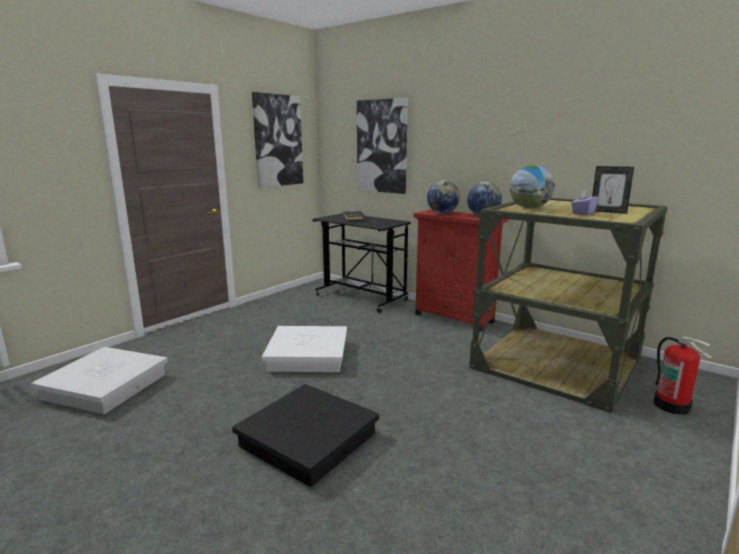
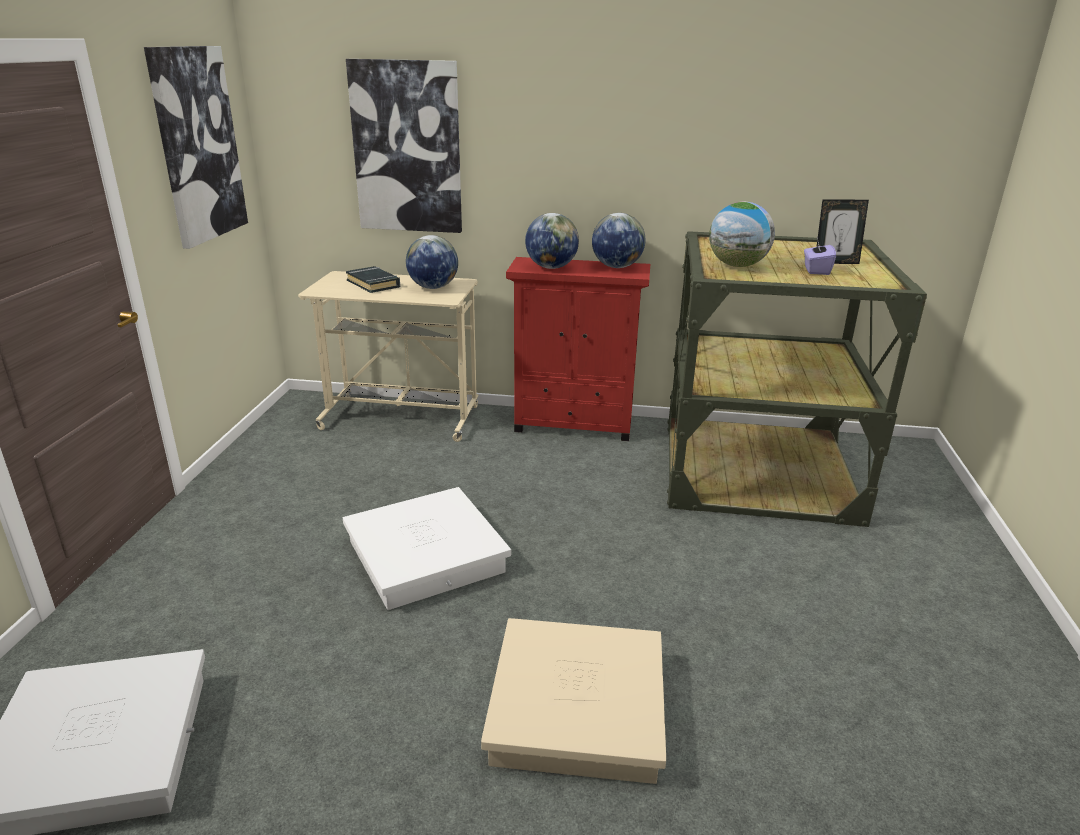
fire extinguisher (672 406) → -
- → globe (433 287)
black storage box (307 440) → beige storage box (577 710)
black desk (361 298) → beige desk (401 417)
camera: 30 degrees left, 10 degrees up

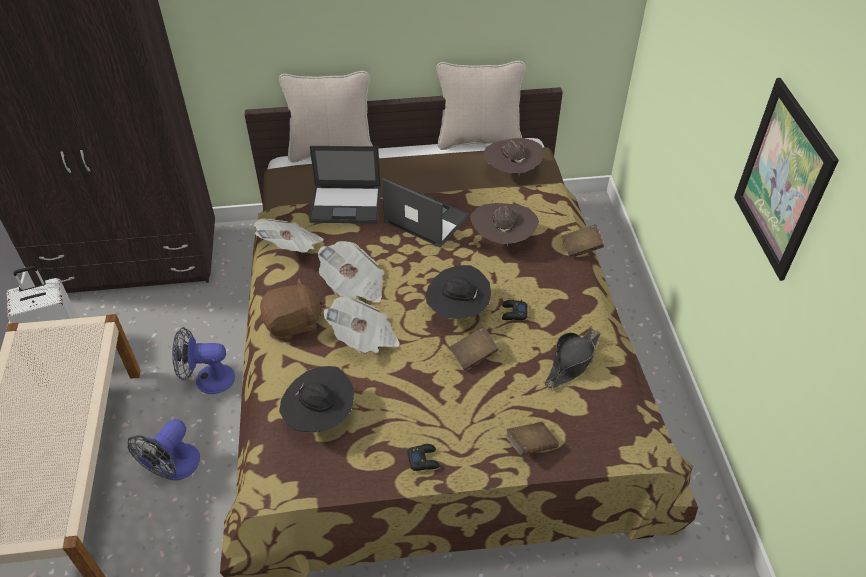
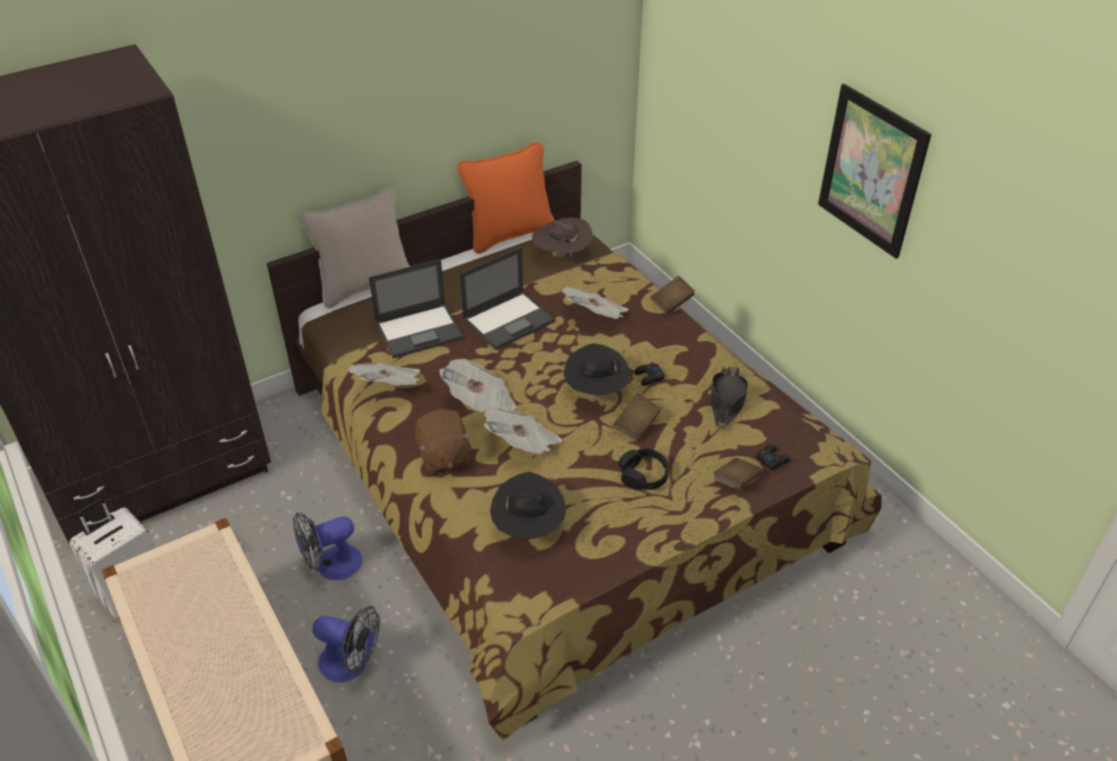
- → black headphones (643 475)
black game controller (423 459) → black game controller (772 459), shifted
brown hat (502 239) → newspaper (596 316)
beige pillow (478 140) → orange pillow (509 235)
fan (174 468) → fan (351 664), 75 degrees counterclockwise
brown plush toy (294 324) → brown plush toy (443 456), 120 degrees clockwise
laptop (425 218) → laptop (509 320), 135 degrees clockwise
camera: 25 degrees left, 5 degrees down

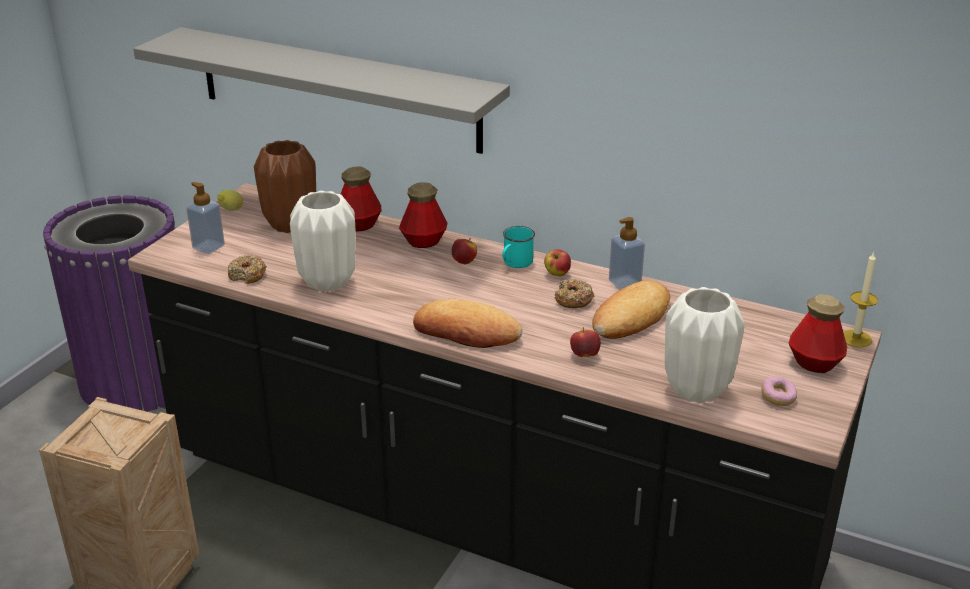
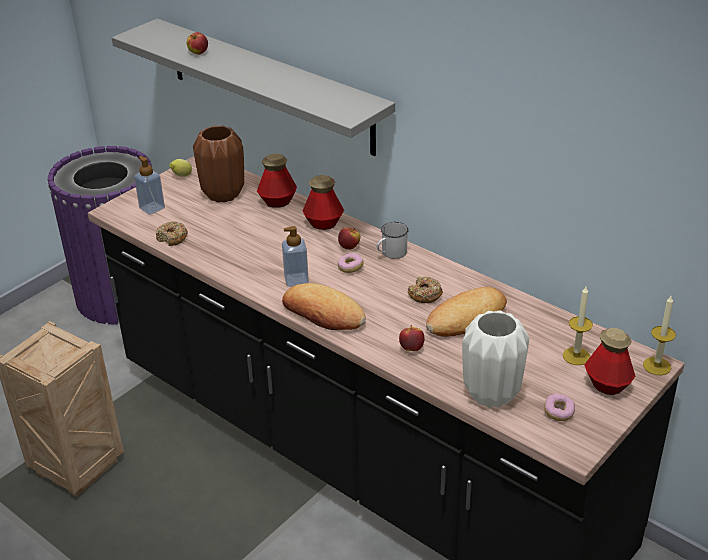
white vase (327 281) → -
- → donut (350 268)
- → candle (576 356)
apple (557 274) → apple (198 53), shifted
soap dispenser (624 283) → soap dispenser (296 280), shifted
turquoise mug (515 263) → white mug (391 253)
camera: 15 degrees right, 5 degrees up

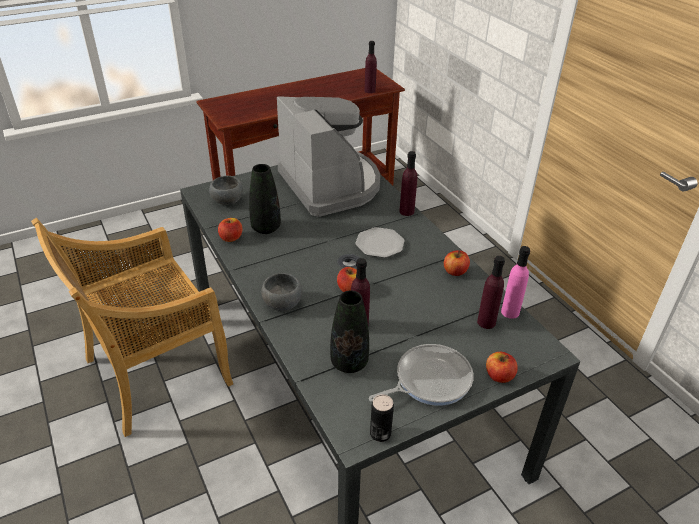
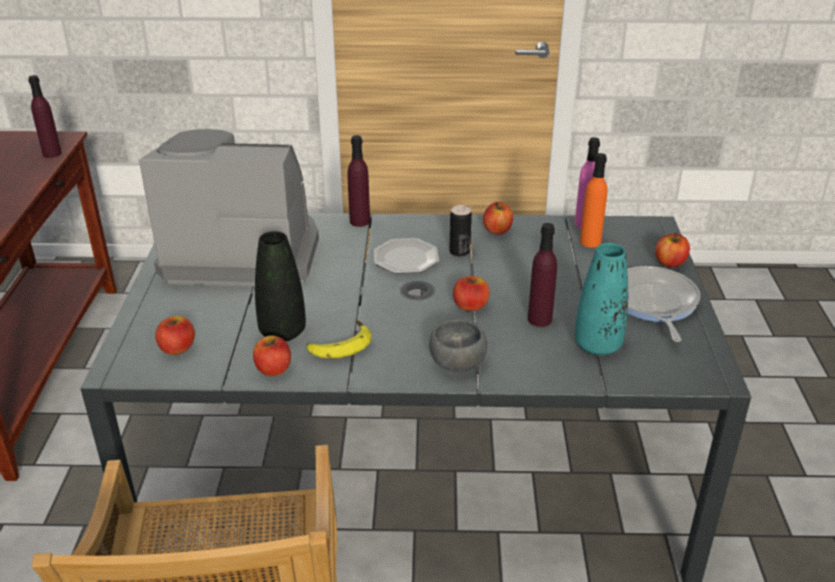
- → banana (339 345)
can (380 433) → can (459 252), shifted
grey bowl (228 201) → apple (177 348)
black vase (349 363) → turquoise vase (597 345)
purple bottle (486 322) → orange bottle (590 242)
camera: 60 degrees left, 5 degrees down

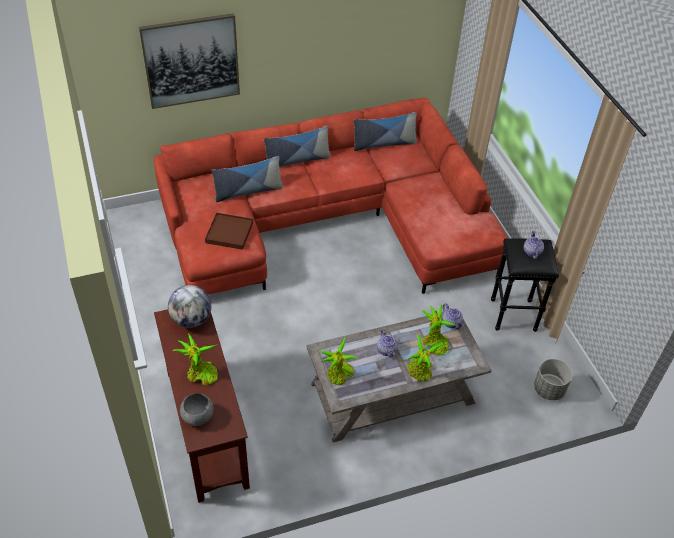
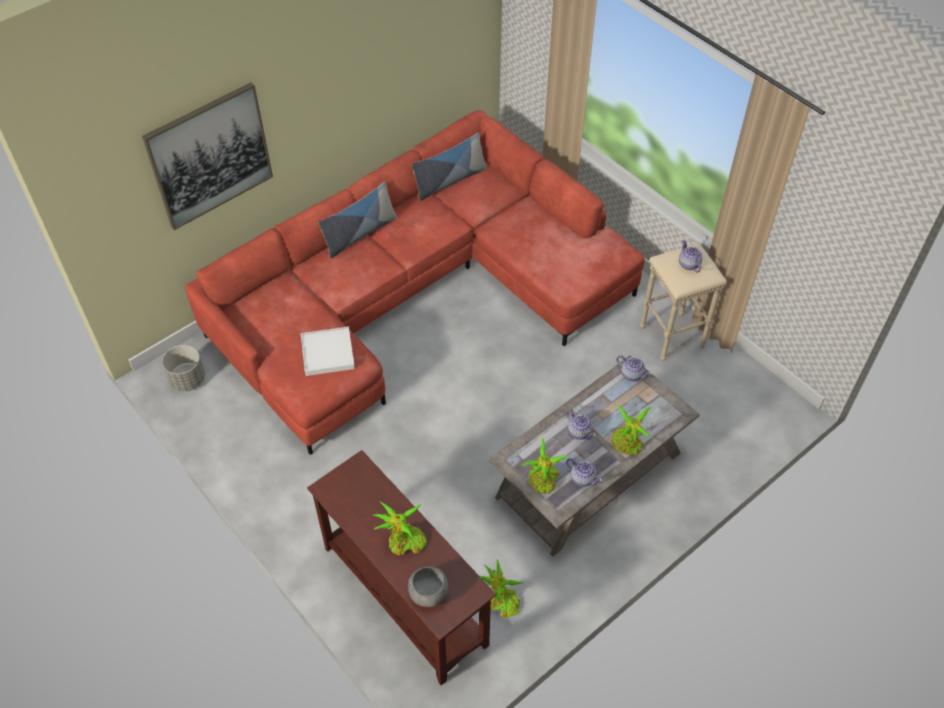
globe (191 320) → -
pillow (248 191) → -
- → teapot (583 478)
potted plant (434 343) → potted plant (500 602), shifted
grey planter (549 389) → grey planter (188 380), shifted
brown tray (229 232) → white tray (328 353)
black stool (512 314) → beige stool (670 336)
camera: 20 degrees left, 5 degrees up

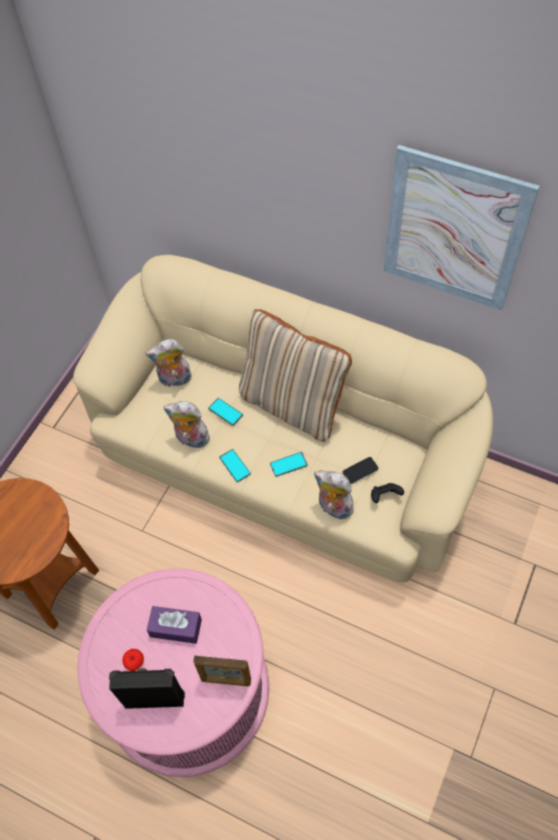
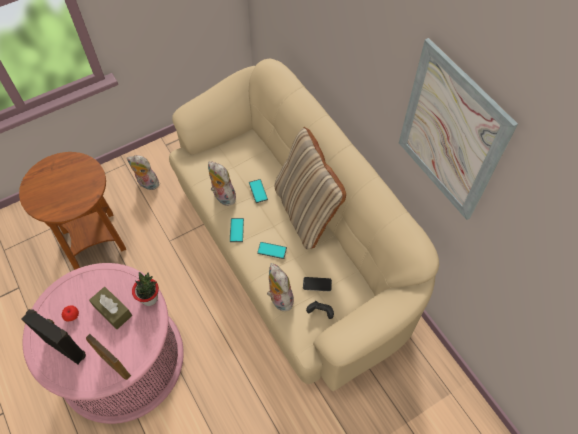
- → potted plant (150 298)
plush toy (174 380) → plush toy (146 184), shifted
purple tissue box (176 628) → brown tissue box (112 311)
camera: 30 degrees right, 0 degrees up

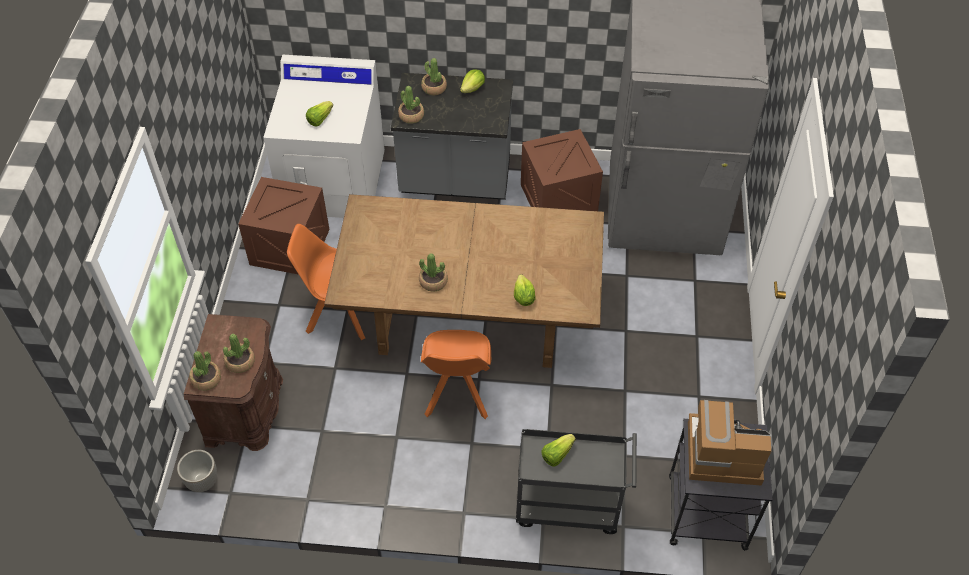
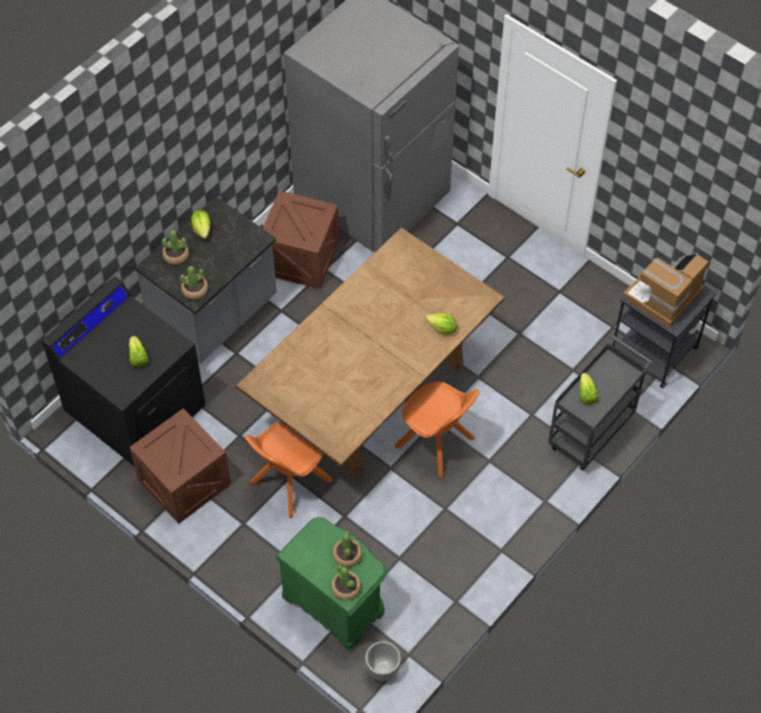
potted plant (433 281) → -
brown nightstand (247 409) → green nightstand (335 601)
white washing machine (334 181) → black washing machine (135 407)
camera: 55 degrees left, 5 degrees up

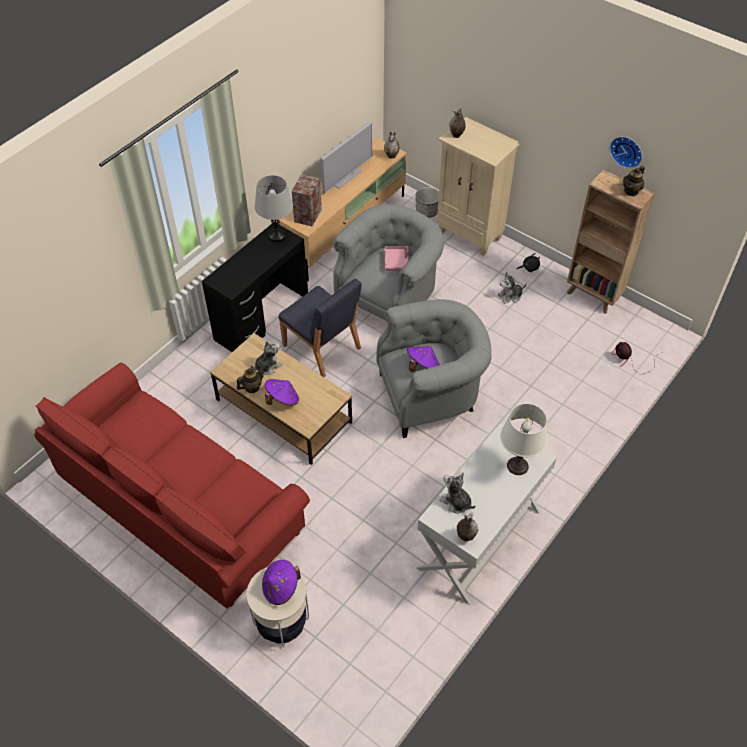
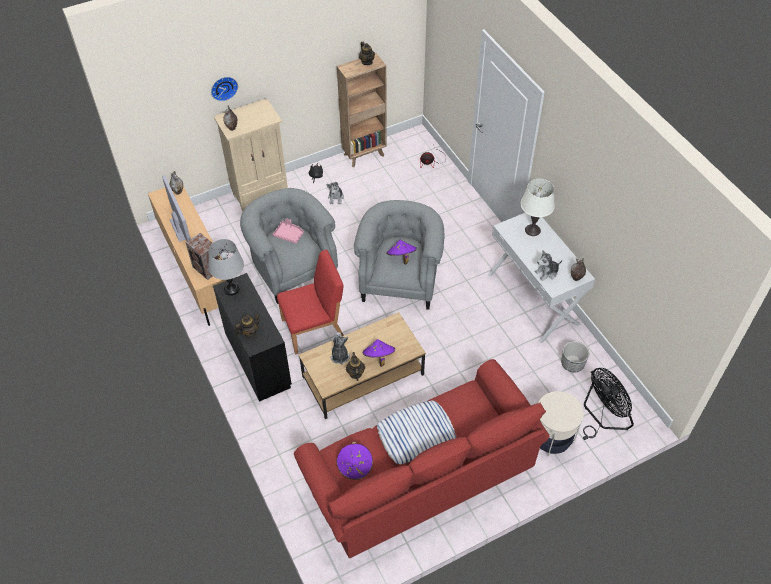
- → teapot (249 332)
- → pillow (416 435)
- → black fan (600 415)
purple hat (281 588) → purple hat (355 466), shifted
planter (427 211) → planter (572 363), shifted
wall clock (627 151) → wall clock (223 87), shifted
blue chair (322 347) → red chair (314 328)
camera: 65 degrees left, 0 degrees up

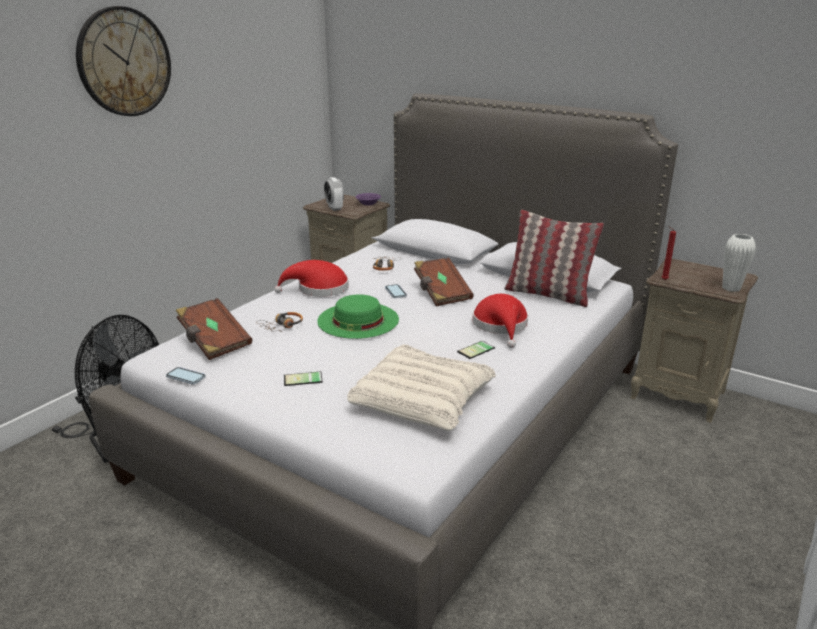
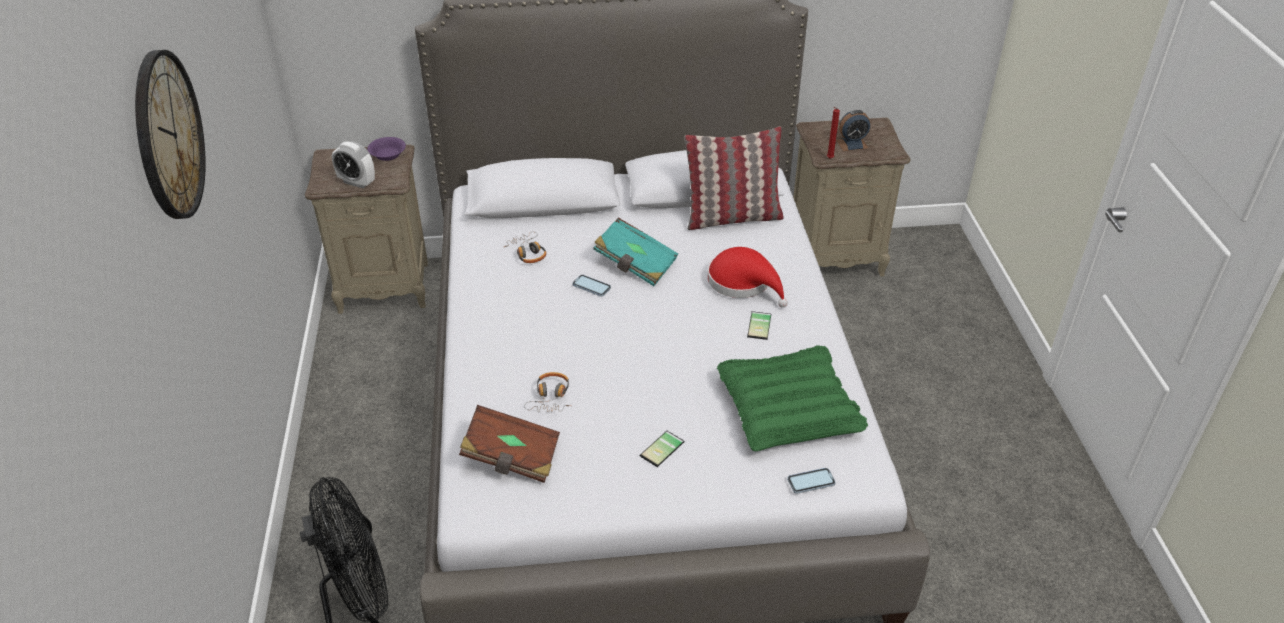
red hat (319 289) → -
green hat (358 320) → -
white vase (731 288) → -
- → alarm clock (852 144)
phone (185 377) → phone (811 482), shifted
beige pillow (423 400) → green pillow (788 409)
brown book (441 293) → turquoise book (635 265)
camera: 40 degrees left, 15 degrees up

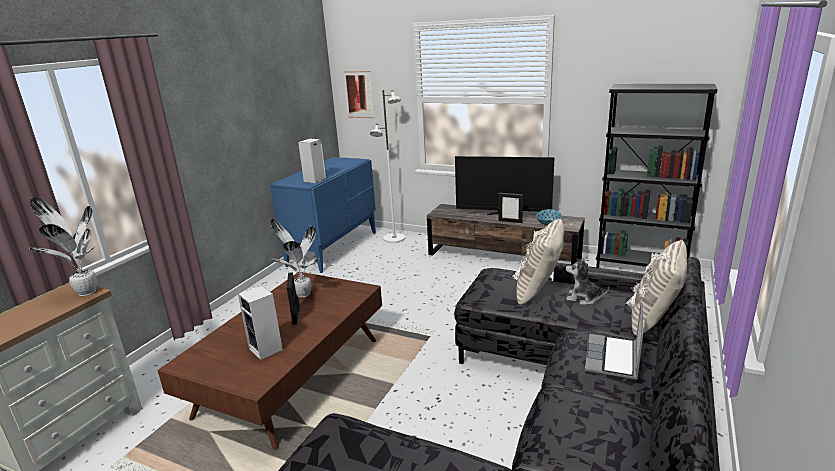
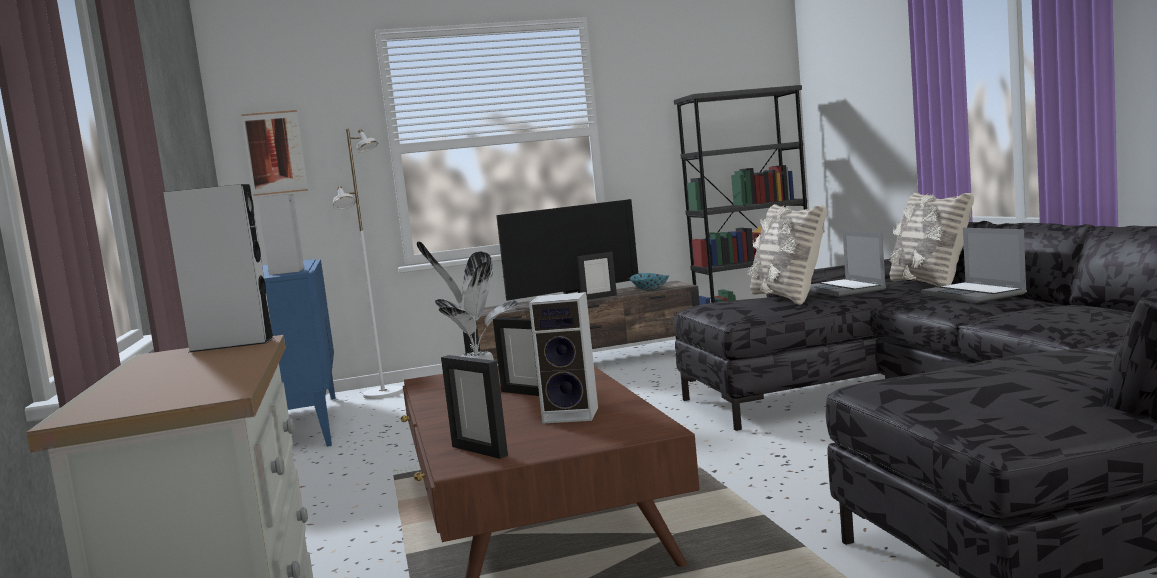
- → picture frame (480 450)
potted plant (86 292) → grey speaker (232 345)
plush toy (583 298) → laptop (845 290)
camera: 40 degrees left, 15 degrees down

